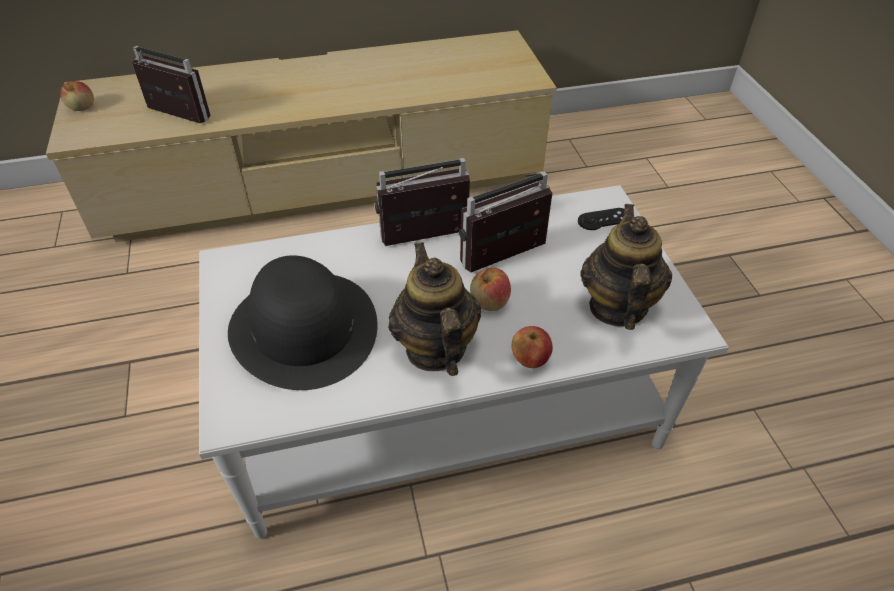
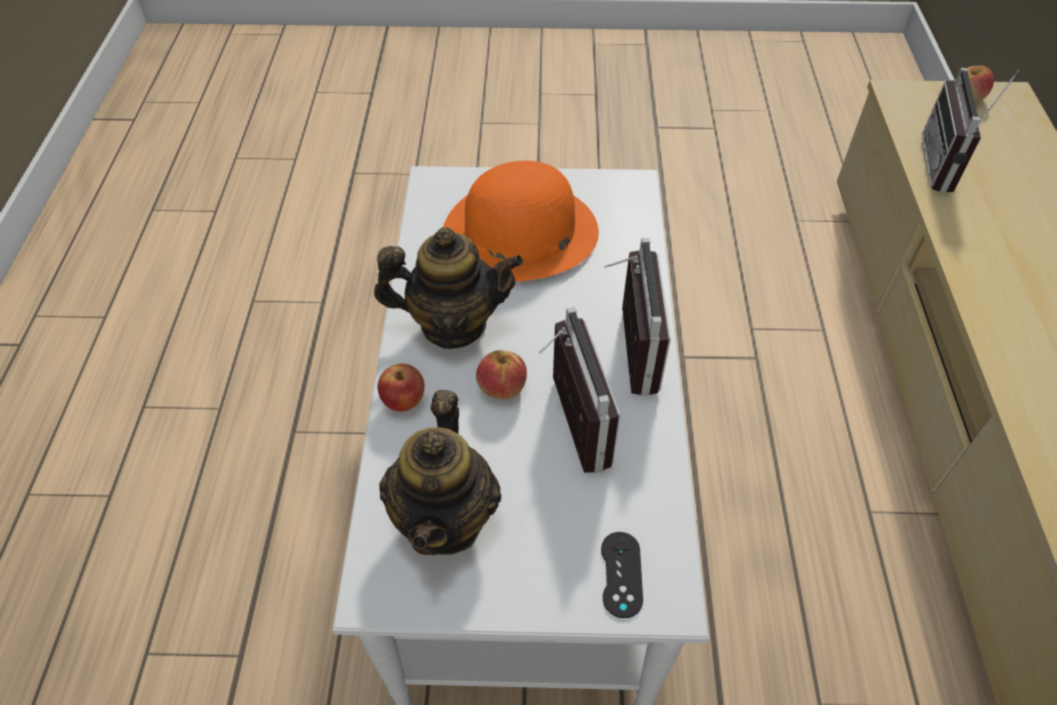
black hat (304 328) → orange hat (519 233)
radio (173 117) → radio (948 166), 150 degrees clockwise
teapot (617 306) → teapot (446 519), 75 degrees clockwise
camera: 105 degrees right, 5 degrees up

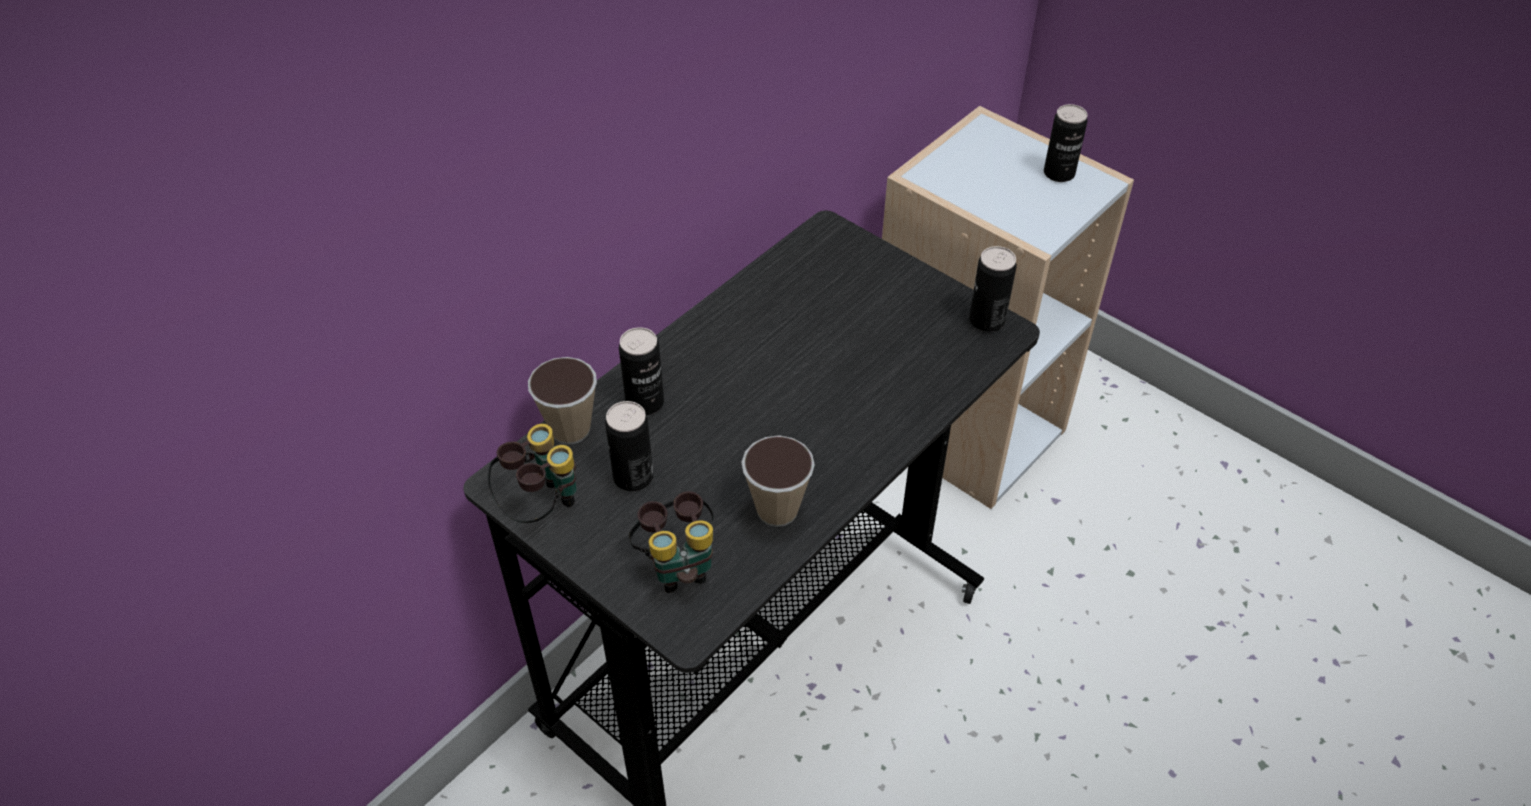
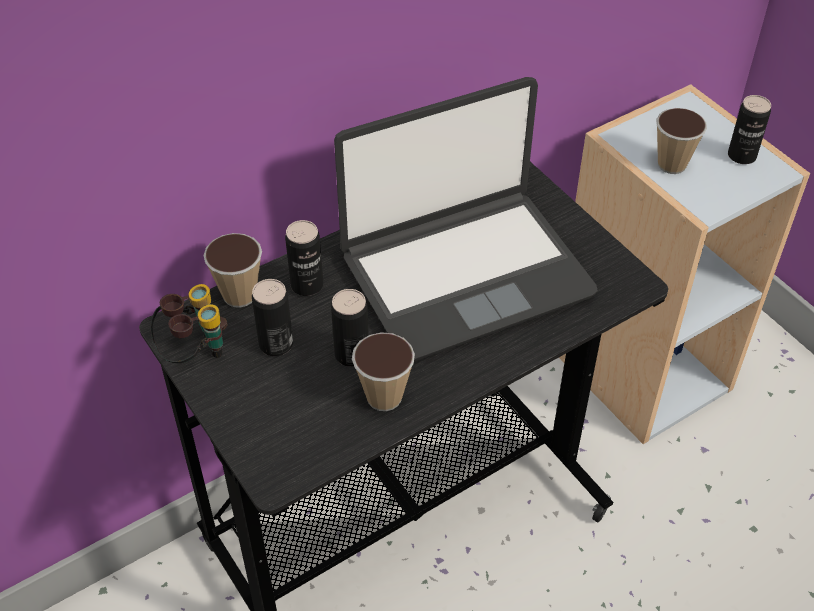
binoculars (678 565) → -
- → laptop (465 274)
- → cup (672 164)
can (987 320) → can (351 354), shifted
camera: 15 degrees right, 0 degrees up

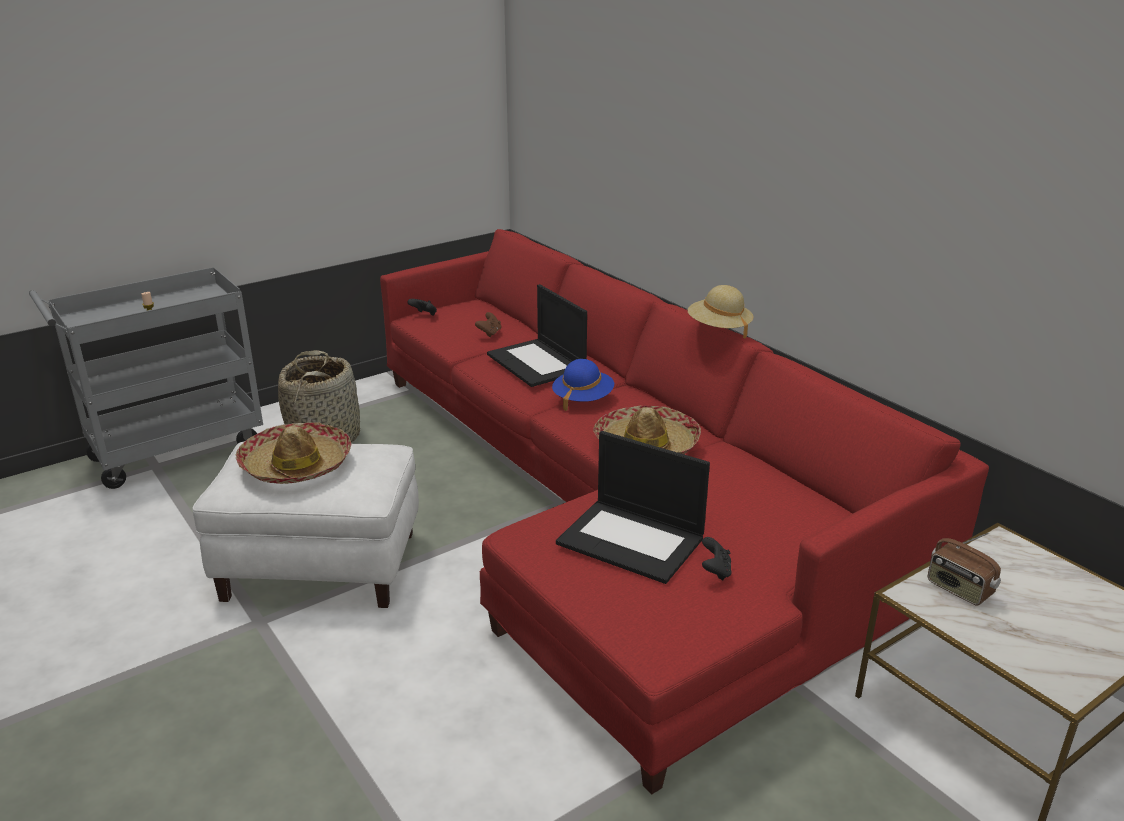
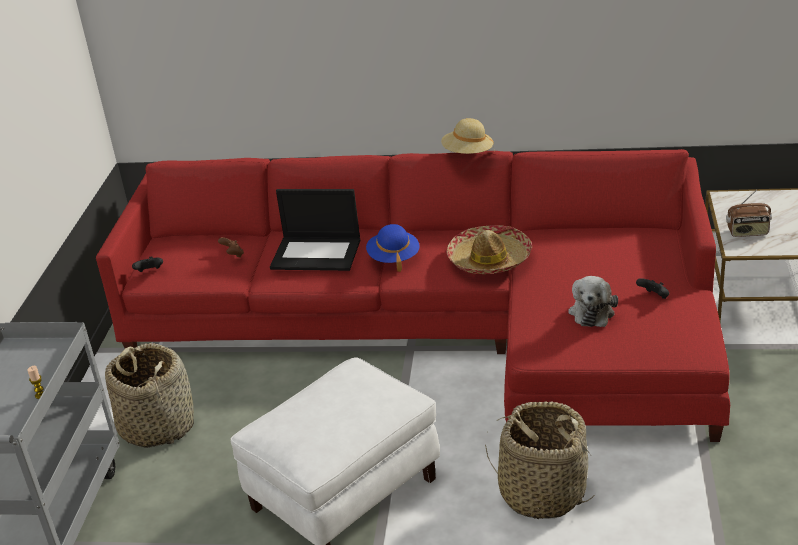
hat (296 465) → -
- → basket (542 493)
laptop (632 540) → plush toy (592 311)
camera: 45 degrees left, 5 degrees up

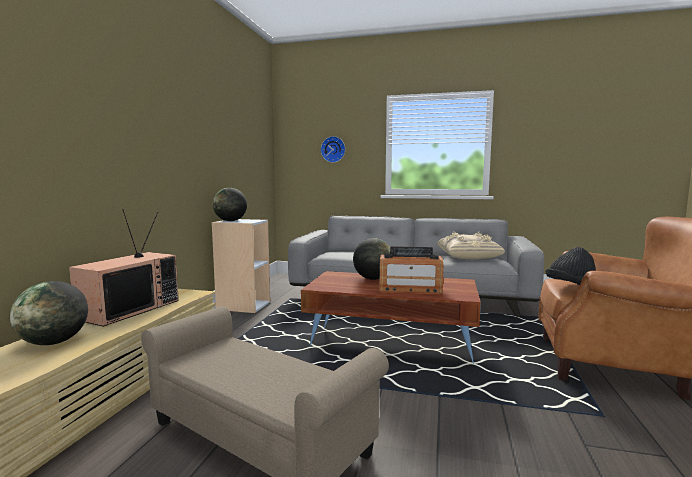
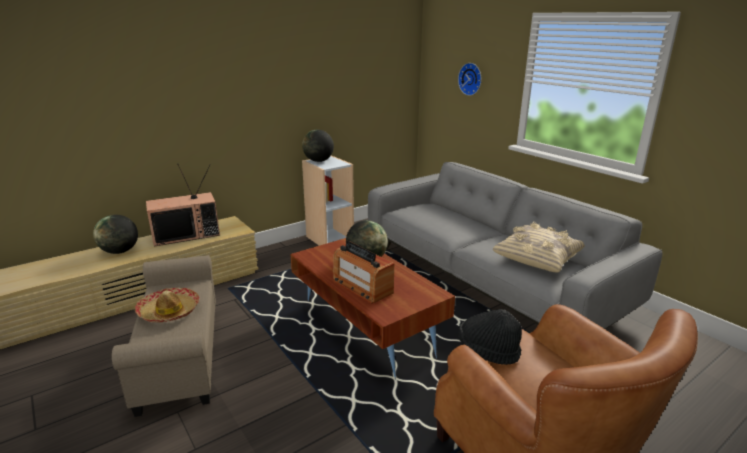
- → hat (169 311)
camera: 40 degrees right, 15 degrees up

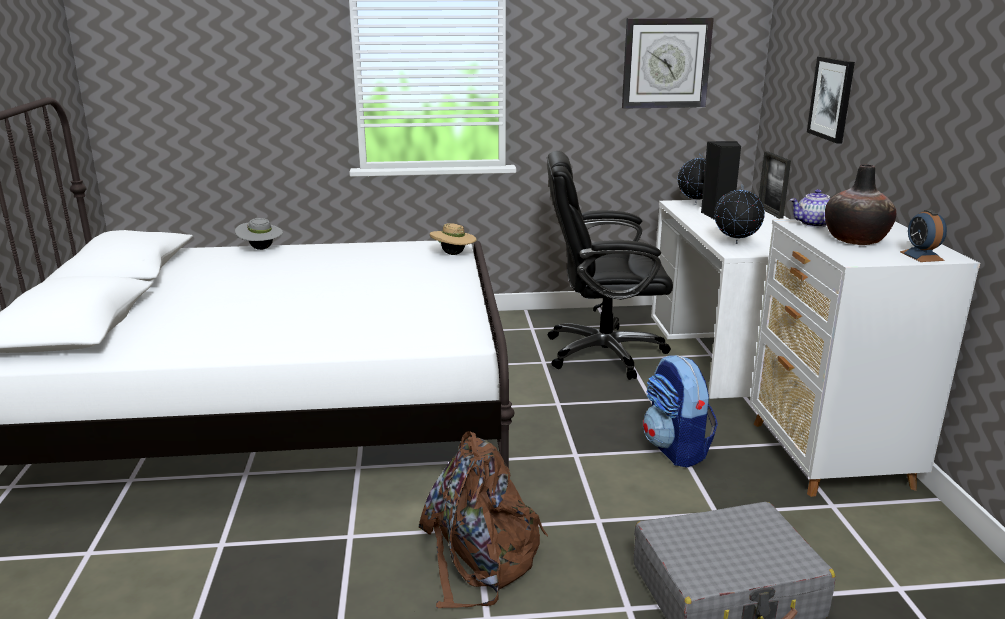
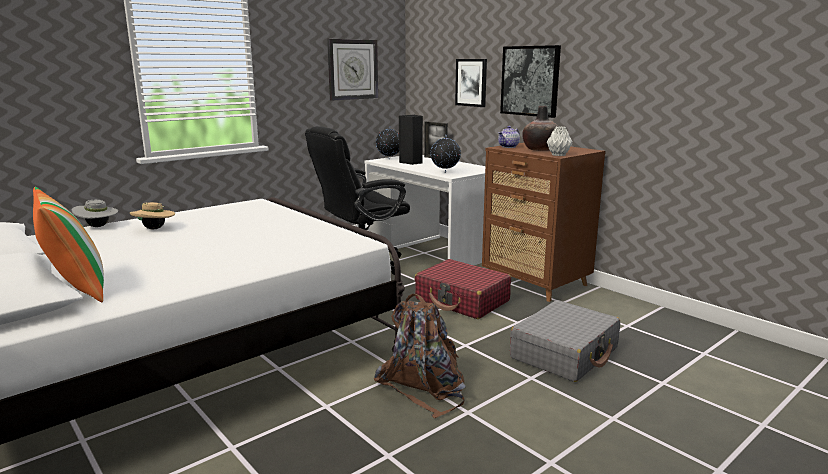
alarm clock (921 256) → -
- → pillow (76 288)
- → picture (530 81)
- → grey vase (559 155)
beige hat (453 254) → beige hat (155 229), shifted
backpack (676 449) → red suitcase (462 300)
white dresser (830 455) → brown dresser (536 282)
camera: 35 degrees left, 5 degrees down

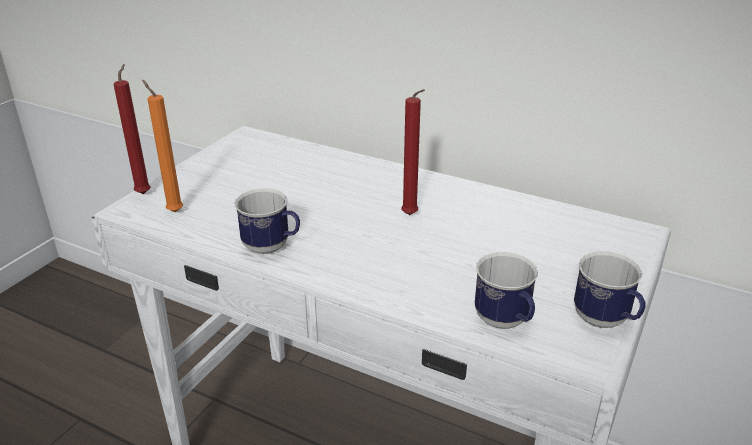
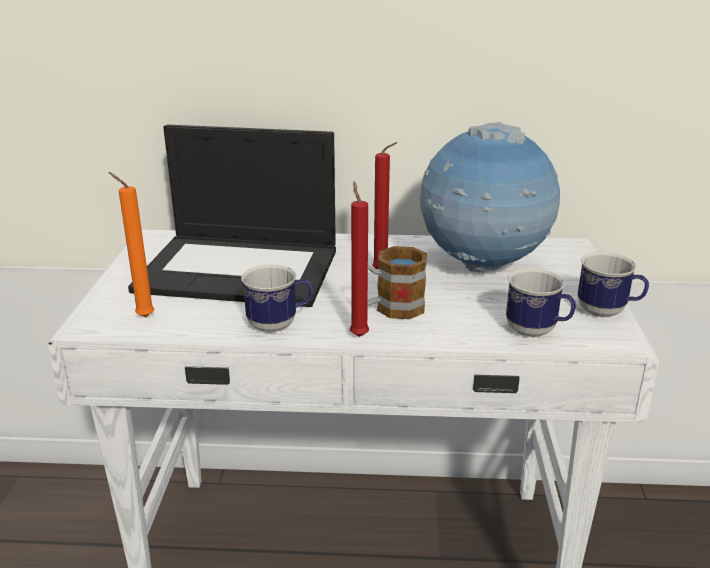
- → laptop (242 269)
- → mug (390 308)
- → globe (482 267)
red candle (144 192) → red candle (358 335), shifted
camera: 25 degrees left, 5 degrees down

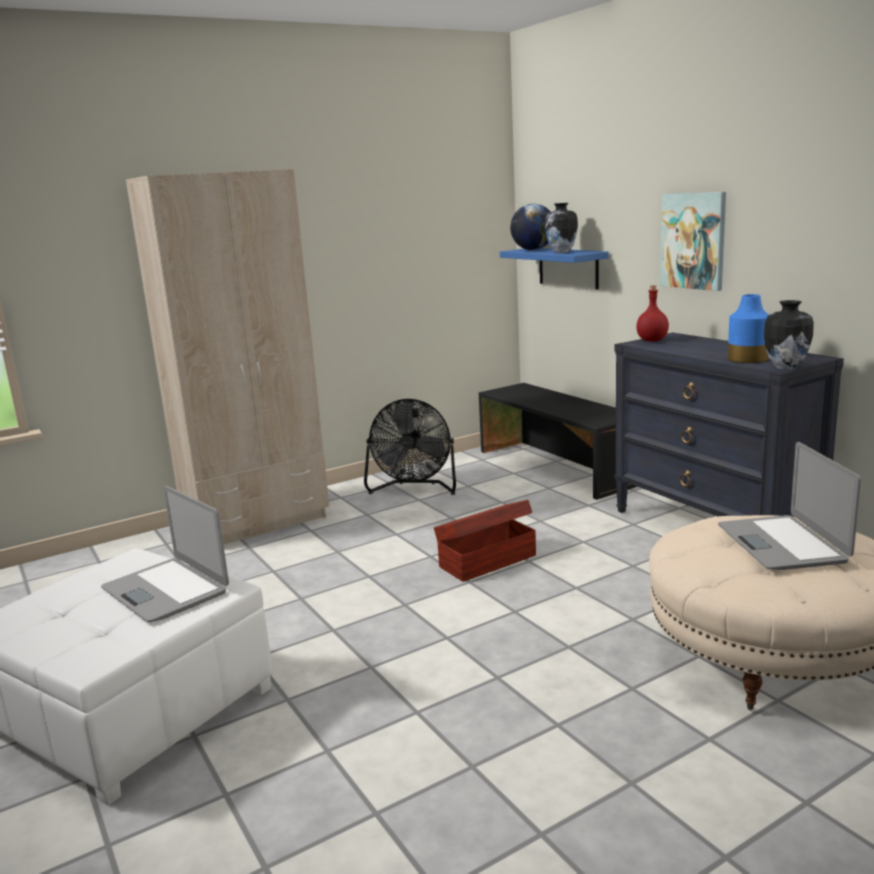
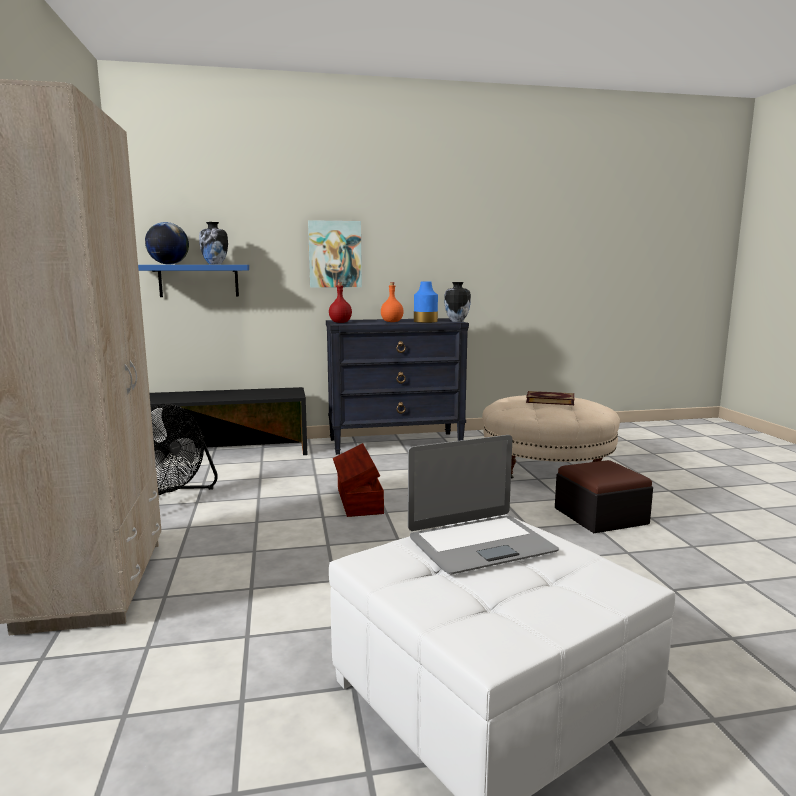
- → orange bottle (392 322)
- → ottoman (600 516)
laptop (782 544) → book (550 400)
camera: 70 degrees left, 5 degrees down

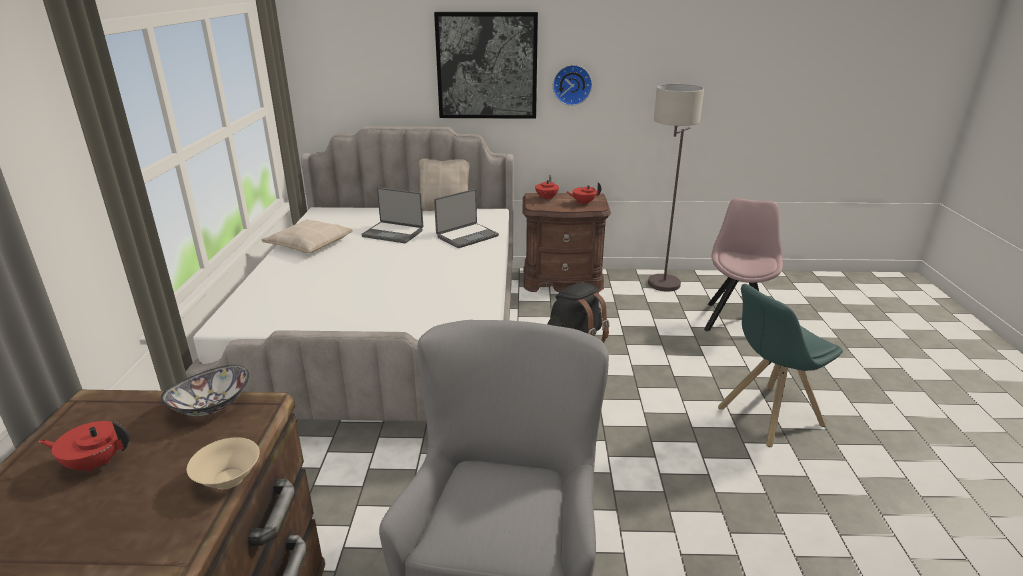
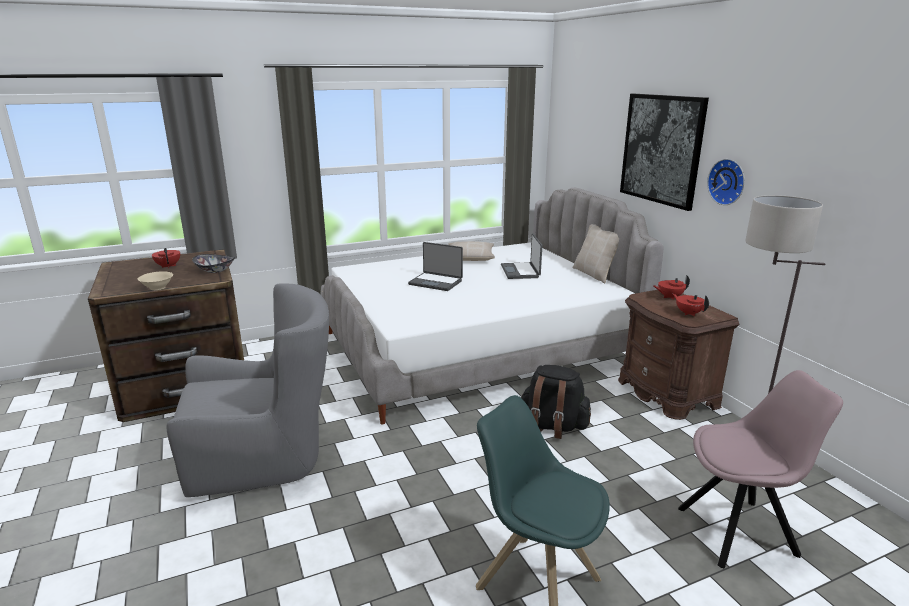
laptop (466 236) → laptop (436 282), shifted
camera: 65 degrees right, 5 degrees down

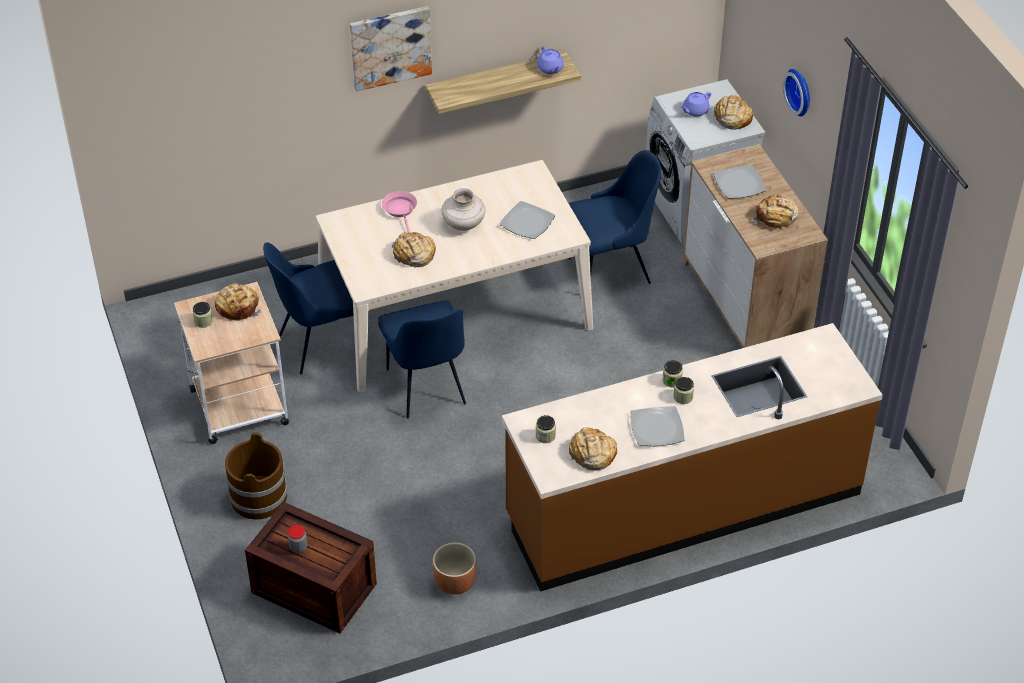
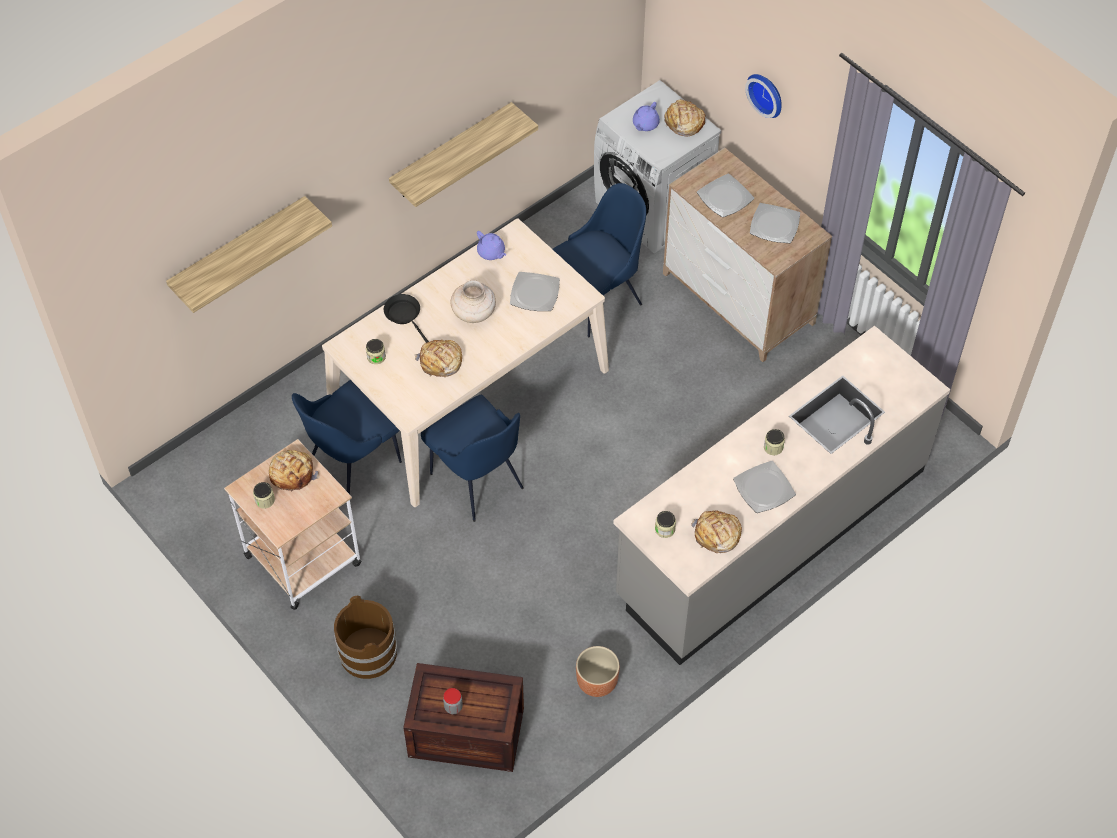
picture (390 47) → -
- → shelf (239 250)
purple teapot (550 69) → purple teapot (491 252), shifted
jar (672 380) → jar (376 357), shifted
bread (776 217) → plate (775 225)
pink frying pan (401 210) → black frying pan (404 315)
brown counter (683 505) → grey counter (771 532)
camera: 20 degrees left, 10 degrees up

